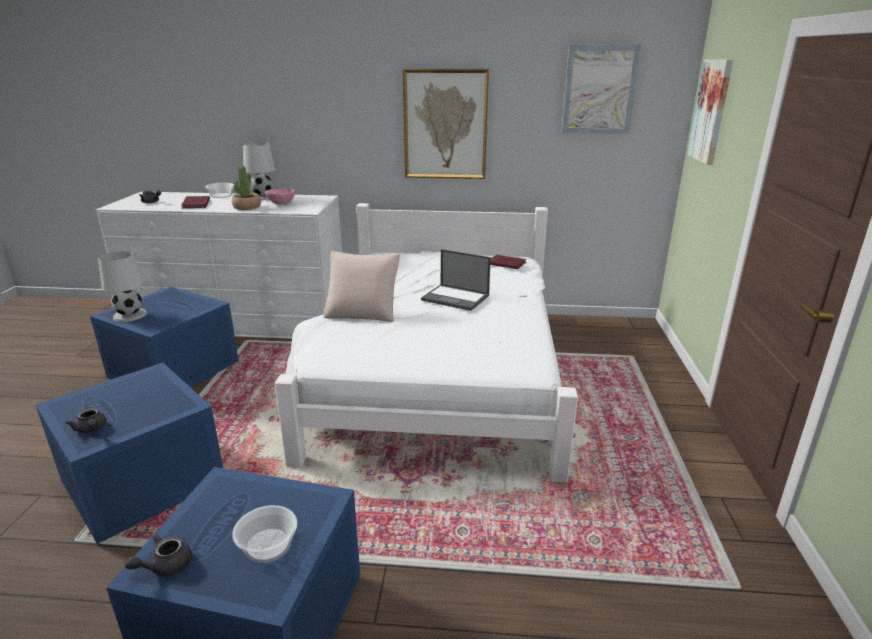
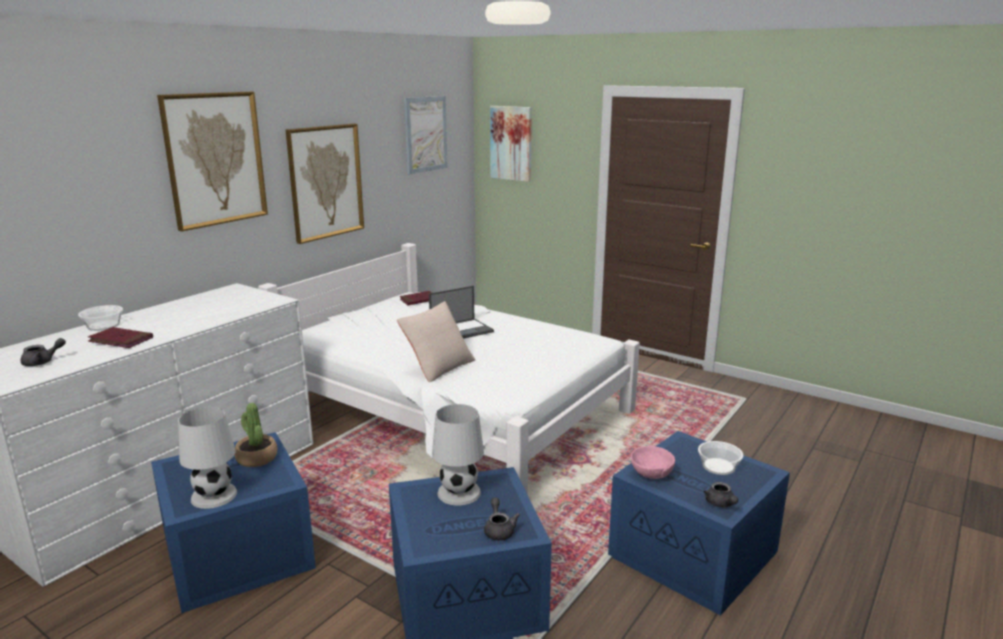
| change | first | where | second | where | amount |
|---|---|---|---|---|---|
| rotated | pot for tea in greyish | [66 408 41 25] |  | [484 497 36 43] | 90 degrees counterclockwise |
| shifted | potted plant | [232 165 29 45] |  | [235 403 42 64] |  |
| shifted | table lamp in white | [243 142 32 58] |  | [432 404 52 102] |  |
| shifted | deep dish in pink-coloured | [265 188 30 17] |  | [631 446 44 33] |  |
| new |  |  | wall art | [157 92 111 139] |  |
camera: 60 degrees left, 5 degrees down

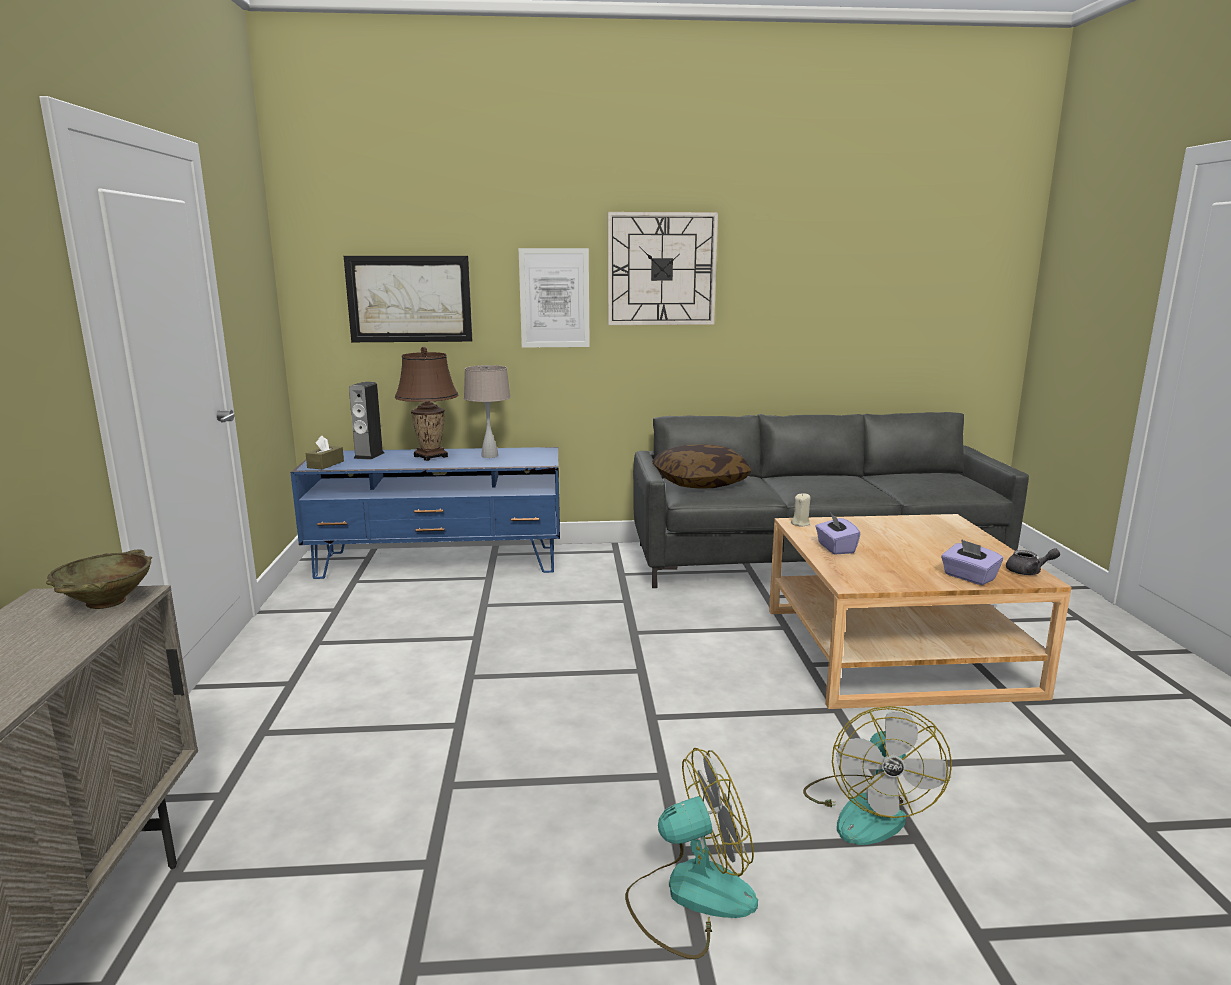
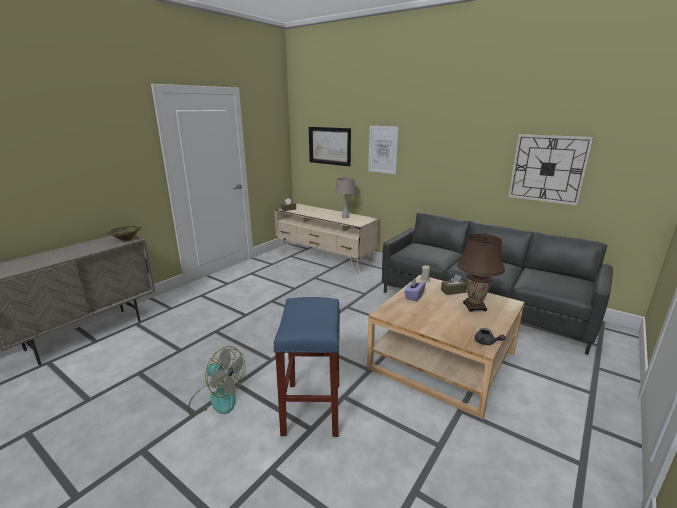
| change | first | where | second | where | amount |
|---|---|---|---|---|---|
| repainted | tv stand in blue | [290 447 270 132] | tv stand in beige-coloured | [274 203 105 70] |  |
| gone | loudspeaker | [349 382 35 78] |  |  |  |
| shifted | table lamp in brown | [395 347 64 114] |  | [457 233 48 79] |  |
| shifted | wall clock | [608 212 110 113] |  | [508 134 85 71] |  |
| gone | throw pillow | [652 444 100 45] |  |  |  |
| swapped | electric fan | [803 706 149 139] | stool seat in blue | [273 297 67 140] |  |
| gone | box of tissues in purplish | [941 539 62 46] |  |  |  |
| new |  |  | box of tissues in brown | [441 275 26 20] |  |
camera: 40 degrees right, 5 degrees up

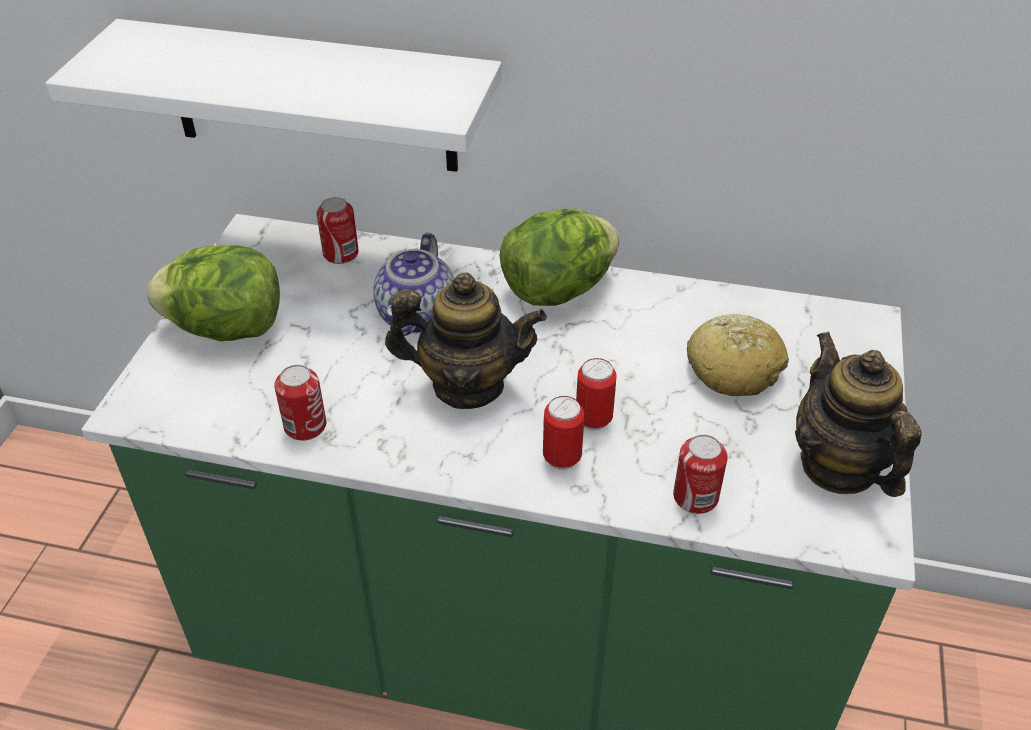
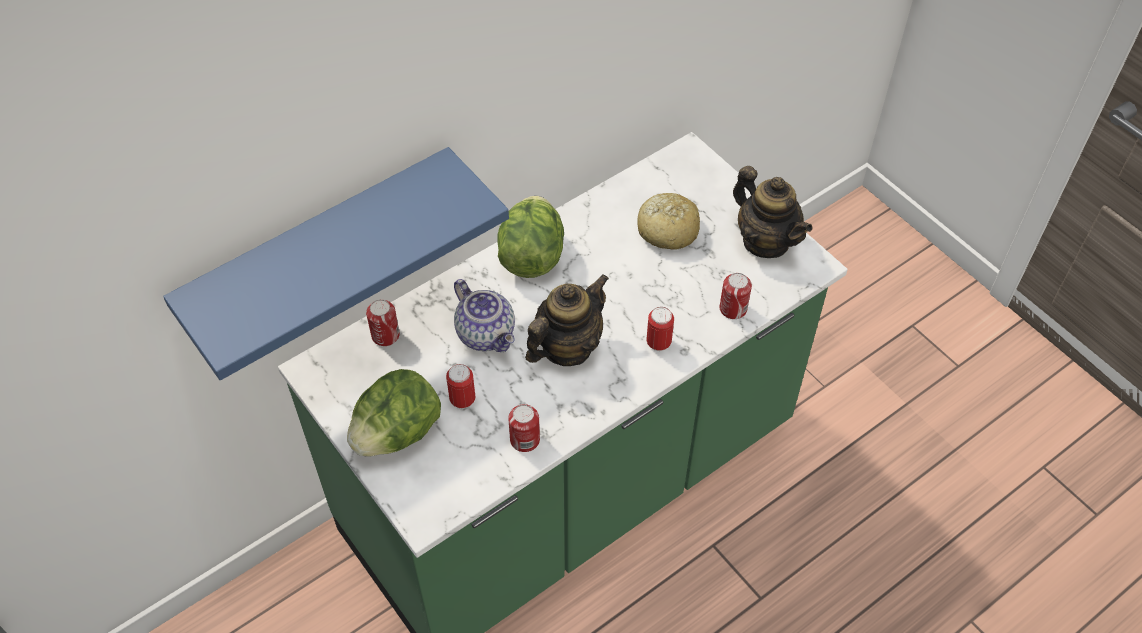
| change | first | where | second | where | amount |
|---|---|---|---|---|---|
| repainted | shelf in white | [45 19 457 153] | shelf in blue | [163 147 346 233] |  |
| shifted | sealed can | [576 358 41 73] |  | [446 364 29 45] |  |
| rotated | pot for tea | [795 332 126 165] |  | [733 166 80 92] | 150 degrees counterclockwise |
camera: 50 degrees left, 10 degrees up

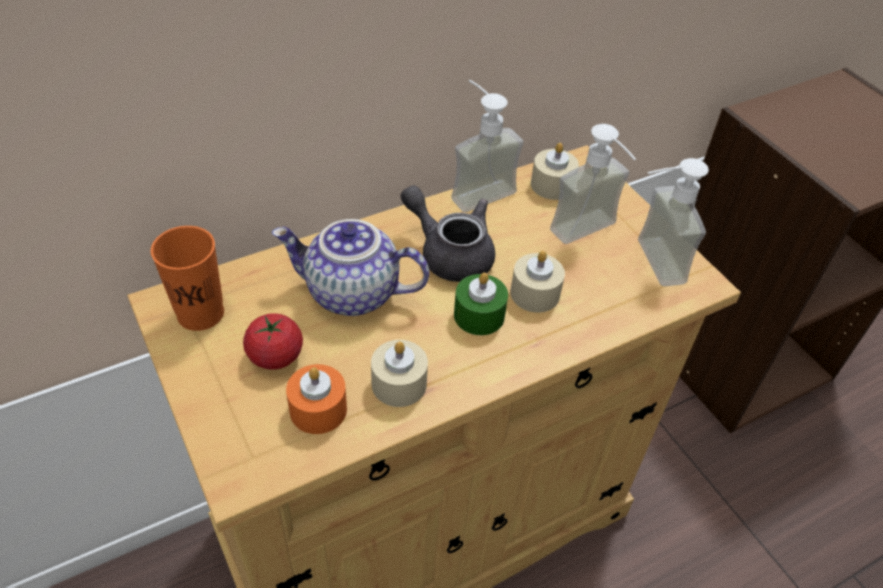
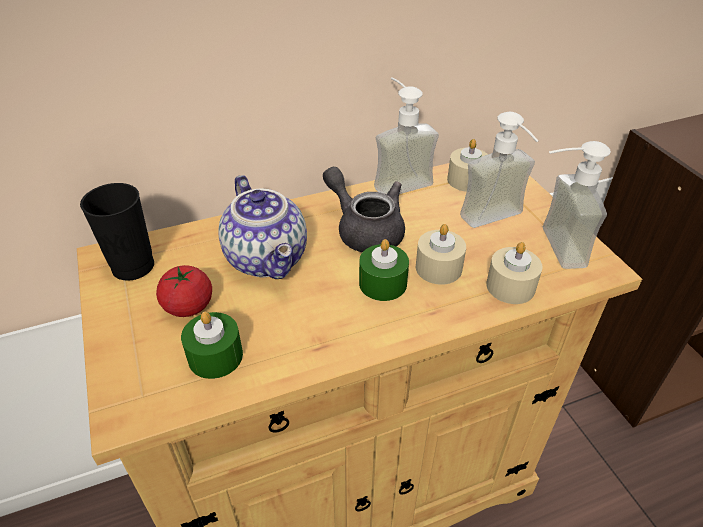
| change | first | where | second | where | amount |
|---|---|---|---|---|---|
| repainted | drinking cup in orangey | [151 226 73 105] | drinking cup in black-coloured | [80 183 74 98] |  |
| rotated | pot for tea | [272 219 157 97] |  | [219 175 88 104] | 135 degrees counterclockwise |
| repainted | candle in orangey | [286 364 61 70] | candle in green-coloured | [181 311 62 68] |  |
| shifted | candle in beige-coloured | [371 340 57 67] |  | [486 242 57 62] |  |
camera: 10 degrees right, 5 degrees down

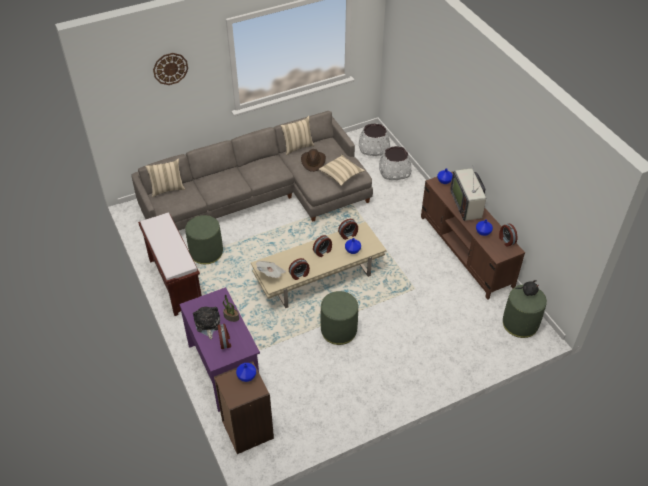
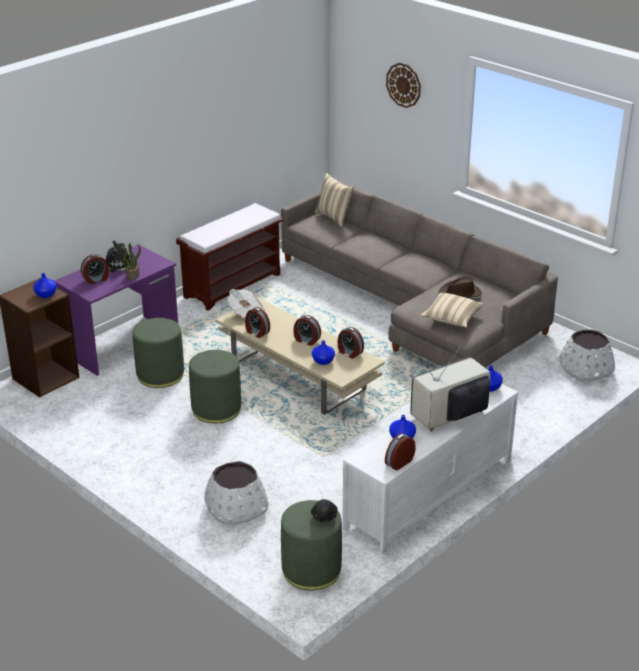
| change | first | where | second | where | amount |
|---|---|---|---|---|---|
| shifted | pouffe in green-coloured | [185 215 38 49] |  | [133 318 51 70] |  |
| gone | throw pillow in beige-coloured | [280 116 35 39] |  |  |  |
| shifted | plant pot in white | [379 146 32 34] |  | [204 461 64 64] |  |
| repainted | tv stand in brown | [421 172 104 128] | tv stand in white | [342 384 176 171] |  |
camera: 70 degrees right, 15 degrees down

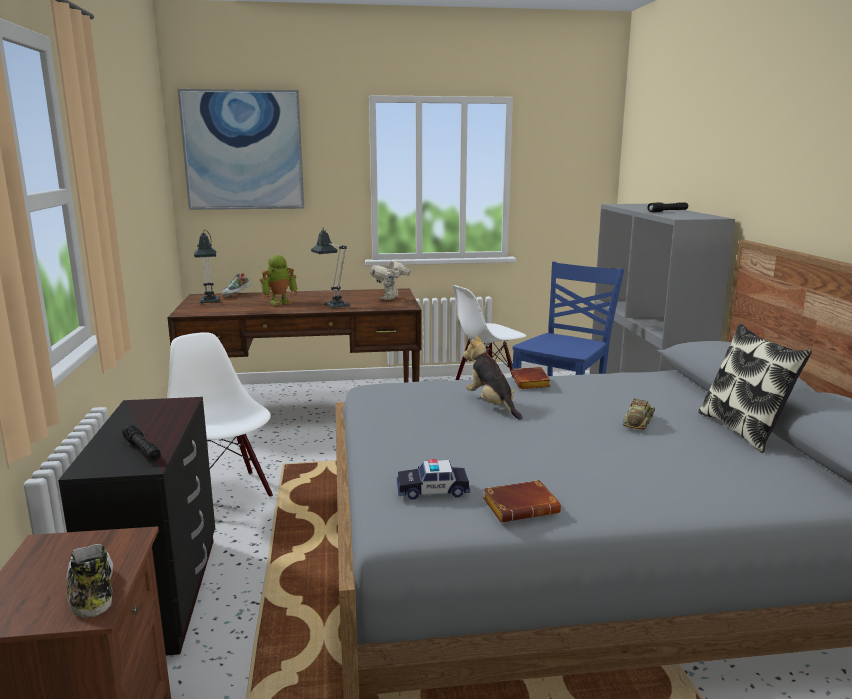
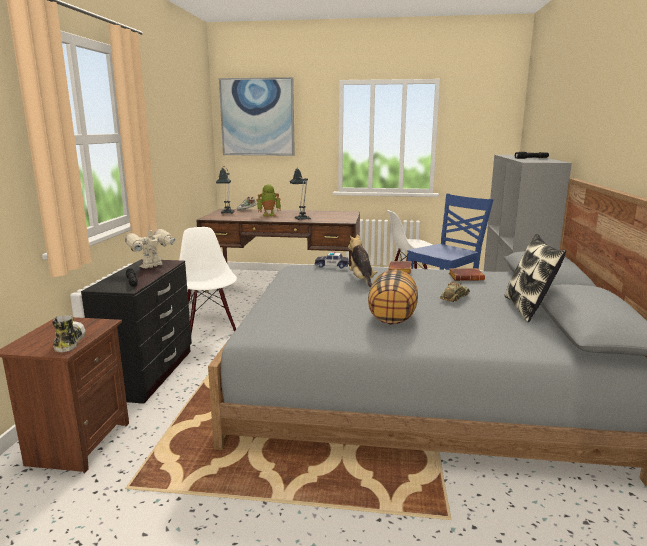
| change | first | where | second | where | amount |
|---|---|---|---|---|---|
| shifted | toy robot | [370 259 41 41] |  | [125 226 50 42] |  |
| shifted | model car | [397 459 73 41] |  | [314 252 35 16] |  |
| shifted | volume in brown | [483 480 78 43] |  | [449 268 36 13] |  |
| new |  |  | throw pillow | [368 269 50 55] |  |
camera: 15 degrees right, 0 degrees up

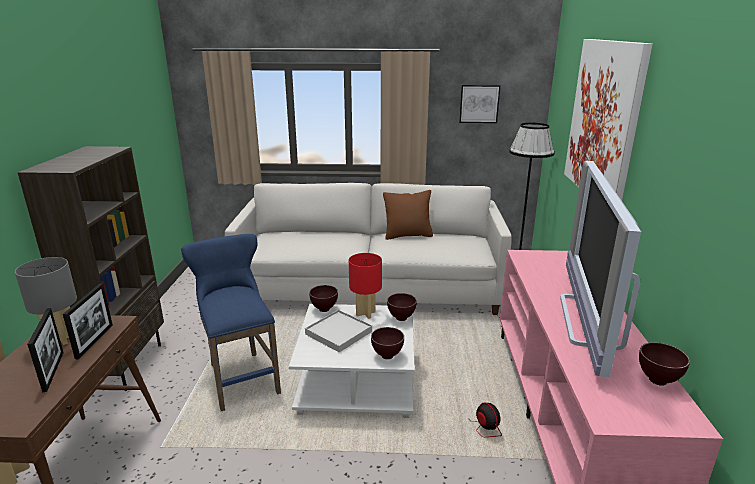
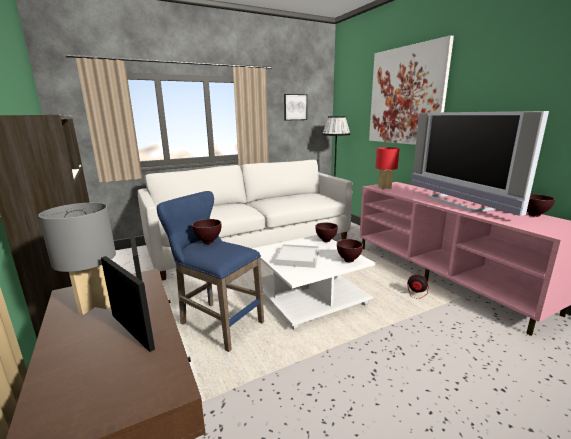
| change | first | where | second | where | amount |
|---|---|---|---|---|---|
| shifted | deep dish in brown | [309 285 29 27] |  | [192 219 29 25] |  |
| shifted | table lamp in red-coloured | [349 253 33 66] |  | [375 147 25 42] |  |
| gone | throw pillow in brown | [383 190 50 50] |  |  |  |
camera: 30 degrees left, 5 degrees down

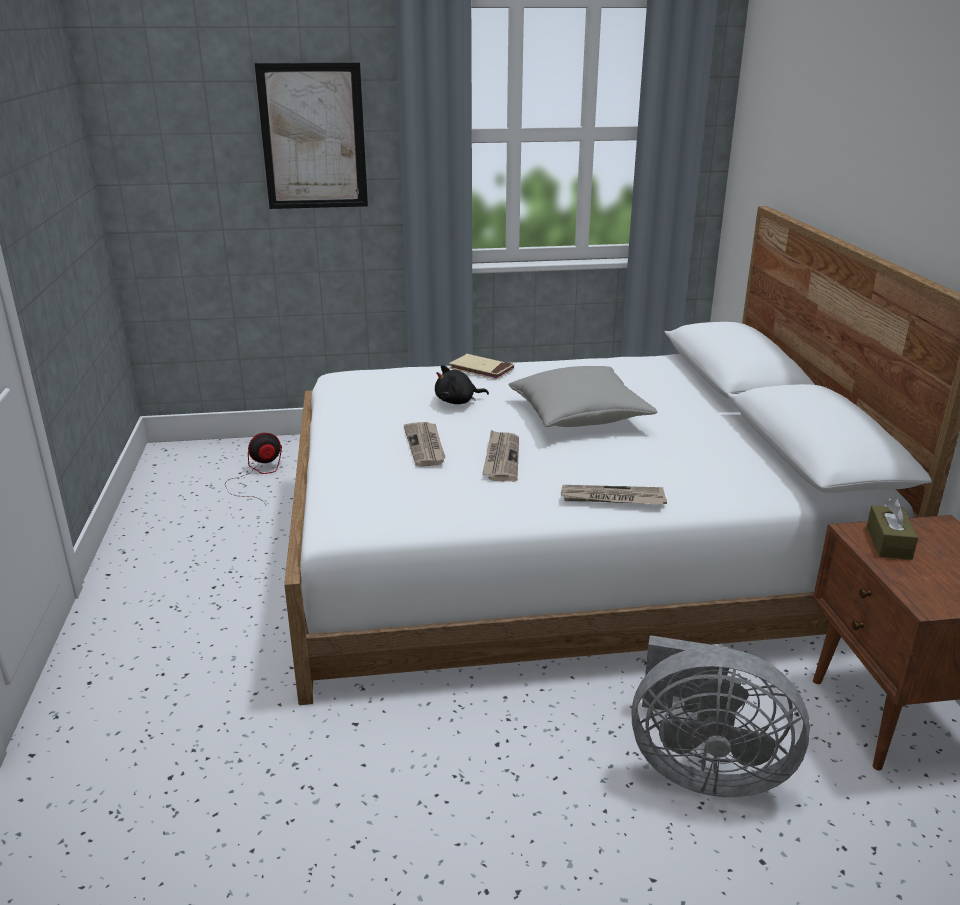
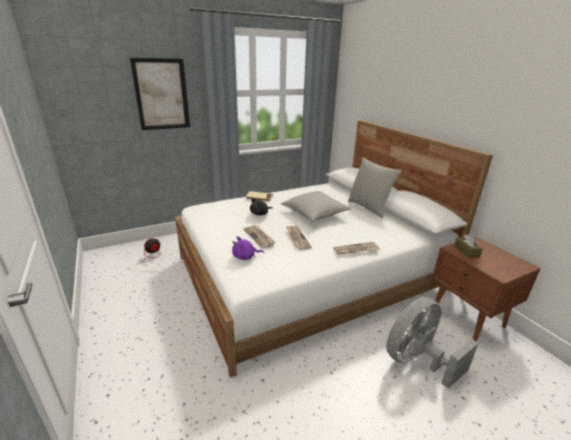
| change | first | where | second | where | amount |
|---|---|---|---|---|---|
| rotated | electric fan in greyish | [632 635 178 162] |  | [386 297 93 91] | 150 degrees clockwise |
| new |  |  | plush toy in purplish | [232 236 32 24] |  |
| new |  |  | throw pillow in greyish | [348 157 54 61] |  |
camera: 20 degrees left, 0 degrees up

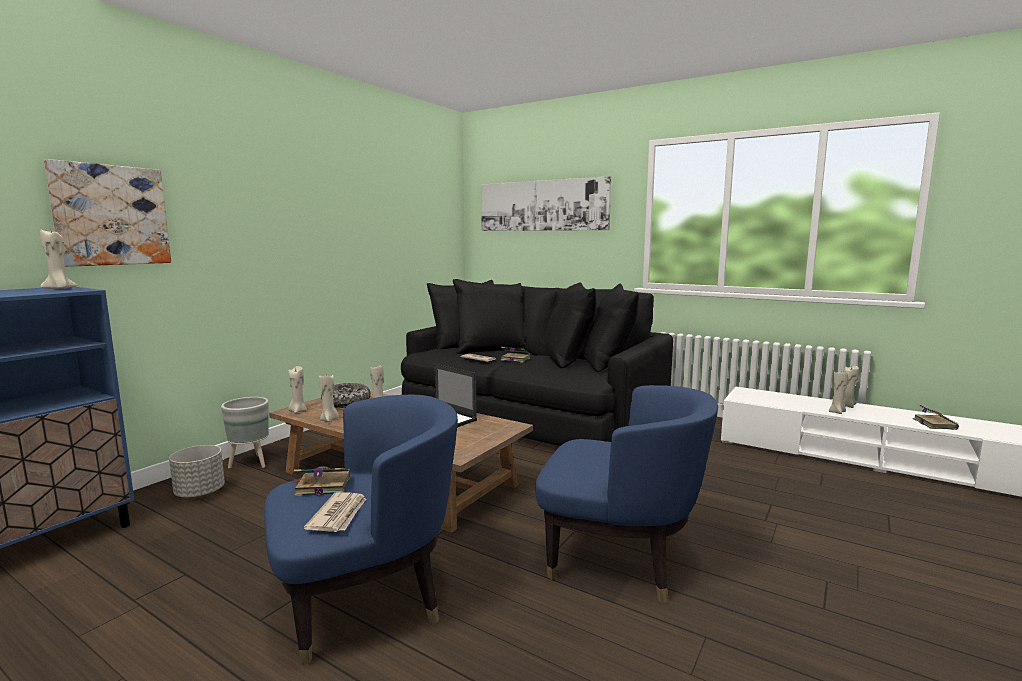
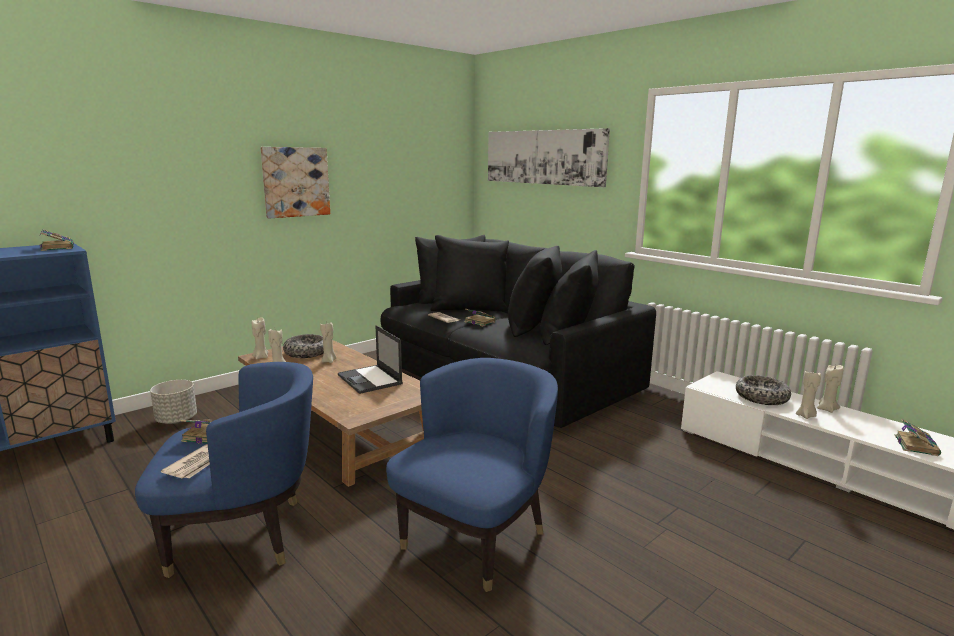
| change | first | where | second | where | amount |
|---|---|---|---|---|---|
| swapped | candle in beige-coloured | [40 229 37 60] | volume | [40 229 34 22] |  |
| shifted | wall art | [44 159 127 108] |  | [260 147 70 72] |  |
| gone | plant pot in greyish | [221 397 48 71] |  |  |  |
| rotated | armchair in blue | [535 385 183 218] |  | [386 358 172 234] | 90 degrees counterclockwise |
| new |  |  | deep dish | [736 375 55 30] |  |
camera: 15 degrees right, 5 degrees up

